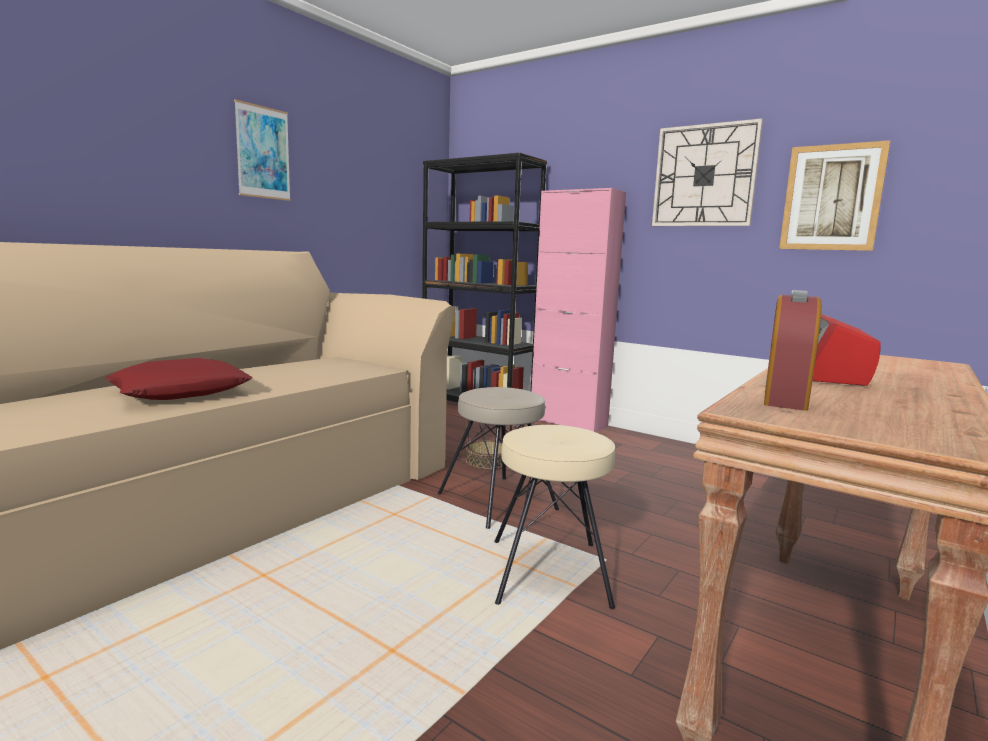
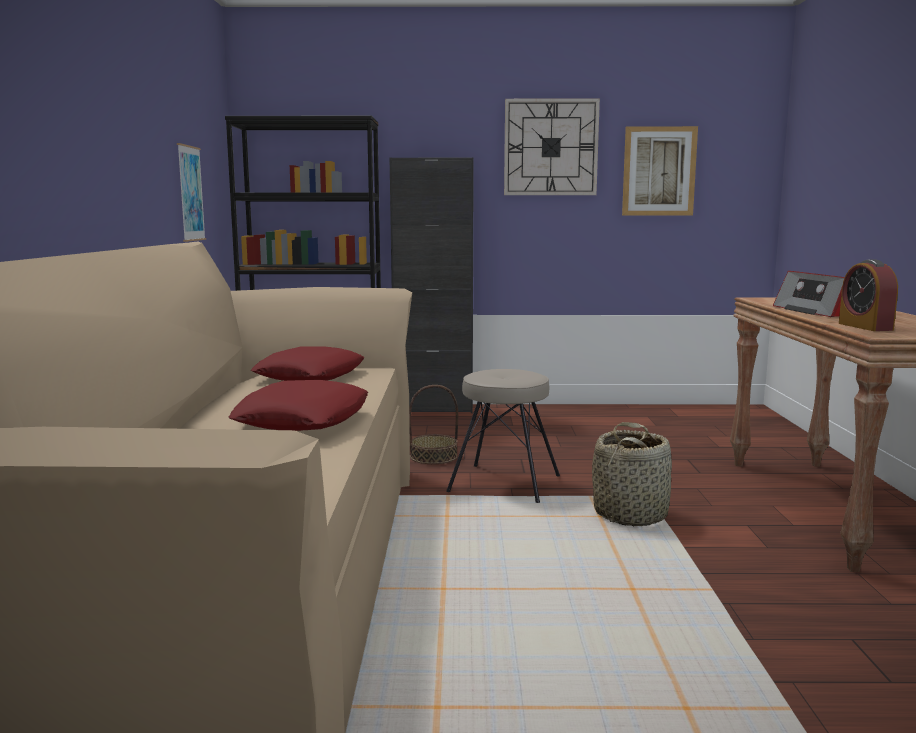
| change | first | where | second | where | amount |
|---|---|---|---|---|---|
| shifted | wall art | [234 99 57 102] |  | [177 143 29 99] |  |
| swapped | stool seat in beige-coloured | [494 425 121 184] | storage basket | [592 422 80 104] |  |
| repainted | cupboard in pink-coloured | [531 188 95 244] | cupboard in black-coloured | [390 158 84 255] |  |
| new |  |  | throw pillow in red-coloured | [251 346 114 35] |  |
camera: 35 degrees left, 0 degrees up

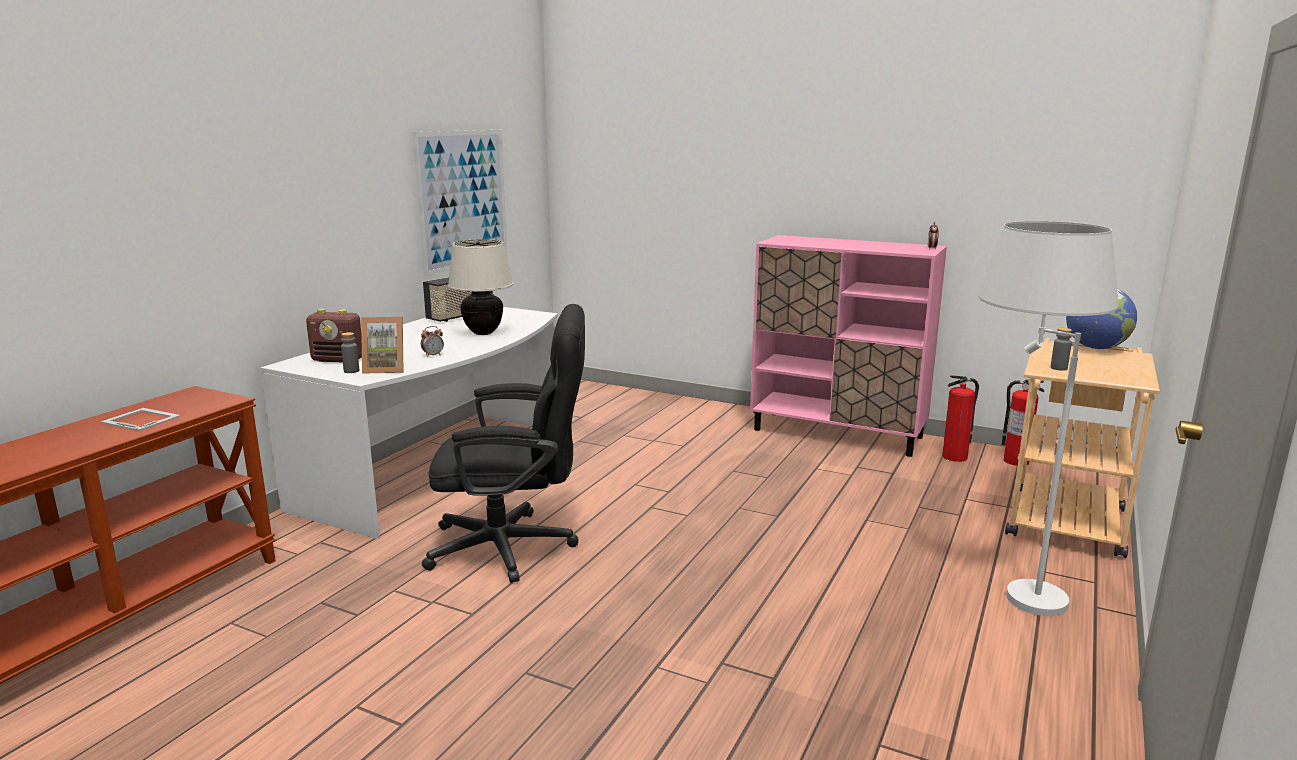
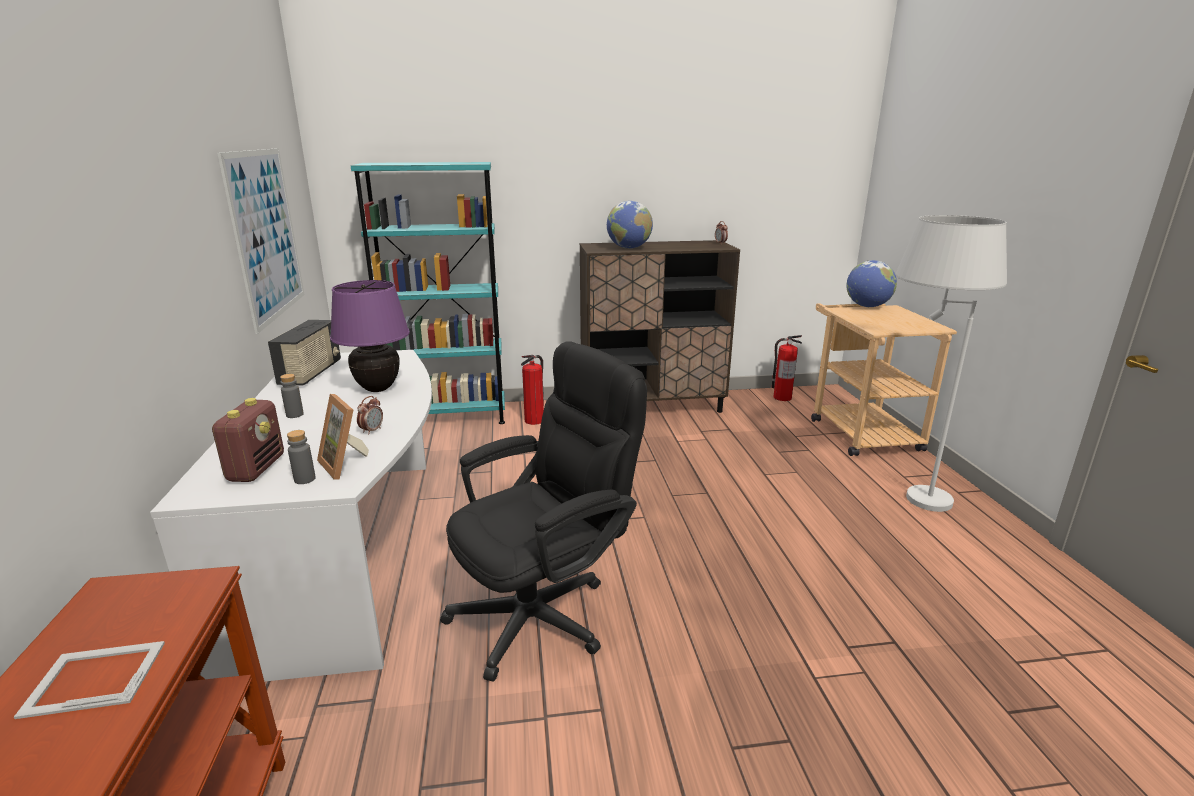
| change | first | where | second | where | amount |
|---|---|---|---|---|---|
| rotated | radio | [306 309 56 54] |  | [212 398 72 84] | 60 degrees counterclockwise |
| rotated | picture frame | [361 317 43 57] |  | [317 394 52 85] | 90 degrees clockwise |
| repainted | table lamp in beige-coloured | [448 239 65 96] | table lamp in purplish | [330 280 80 112] |  |
| repainted | cupboard in pink-coloured | [750 235 197 222] | cupboard in brown | [580 240 160 173] |  |
| shifted | extinguisher | [942 375 37 87] |  | [521 355 23 70] |  |
| shifted | drink bottle in greyish | [1051 328 21 43] |  | [280 374 24 44] |  |
| new |  |  | shelving unit in turquoise | [351 162 154 262] |  |
| new |  |  | world globe | [607 201 46 48] |  |
camera: 35 degrees left, 5 degrees up

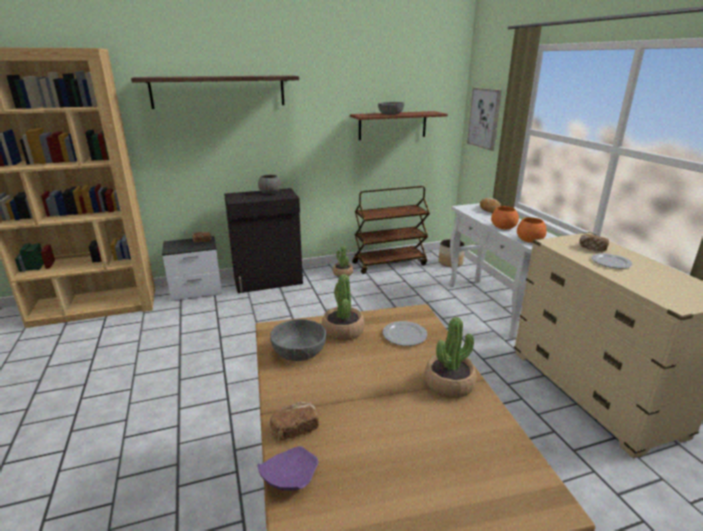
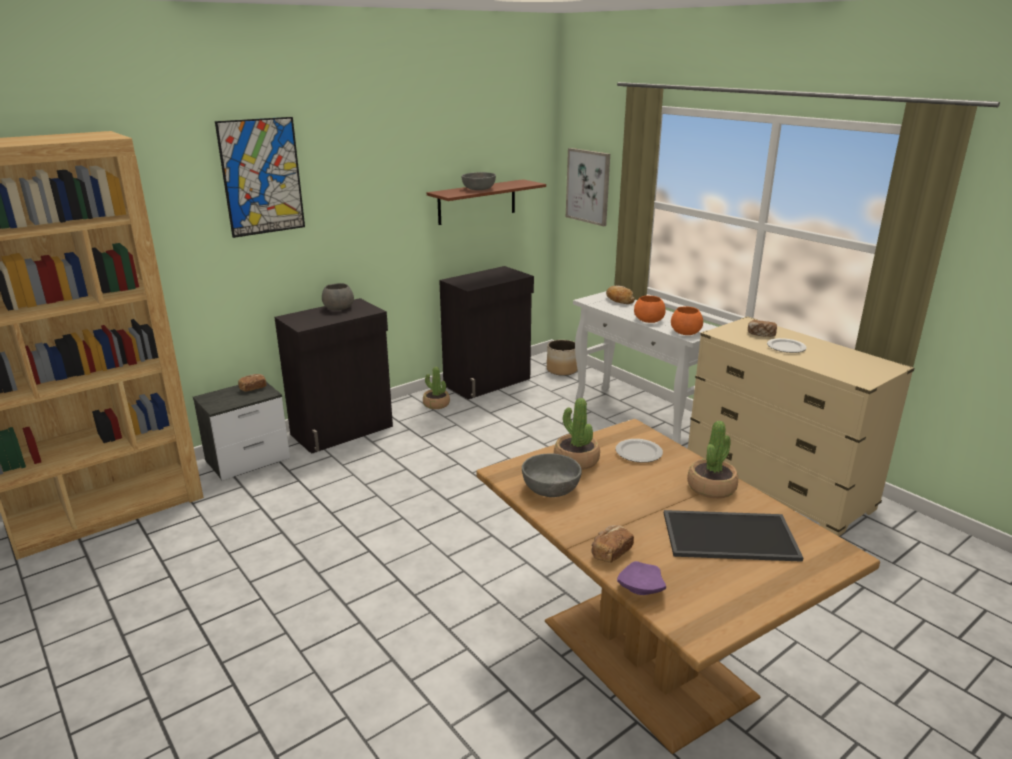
| change | first | where | second | where | amount |
|---|---|---|---|---|---|
| swapped | shelf | [131 75 168 34] | wall art | [215 117 90 121] |  |
| swapped | trolley in brown | [352 186 78 88] | cupboard in black-coloured | [439 266 95 134] |  |
| new |  |  | tray | [664 510 139 52] |  |
camera: 20 degrees left, 0 degrees up

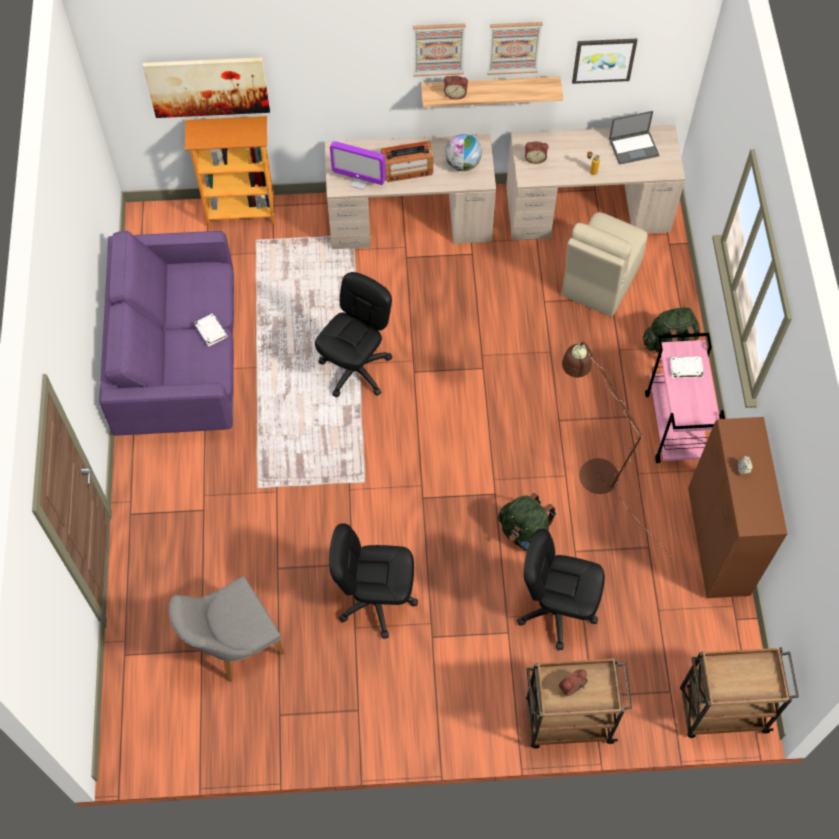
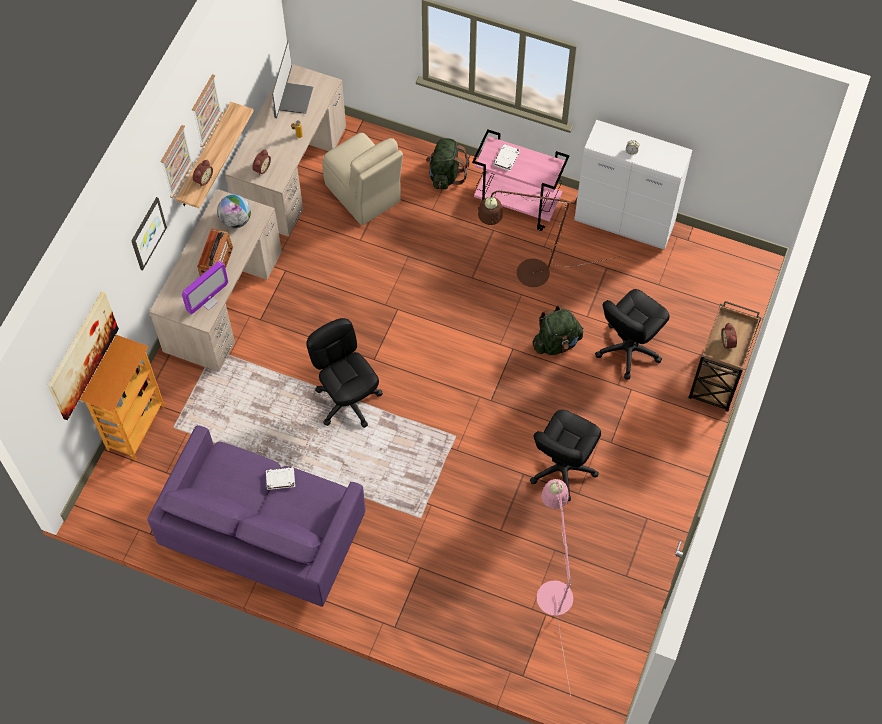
| change | first | where | second | where | amount |
|---|---|---|---|---|---|
| swapped | upright chair in greyish | [169 576 116 106] | standing lamp in pink-coloured | [537 479 36 217] |  |
| shifted | wall art | [572 38 65 46] |  | [131 197 36 74] |  |
| swapped | notebook computer | [609 111 50 54] | computer display | [272 41 41 77] |  |
| gone | trolley in brown | [680 647 119 91] |  |  |  |
| repainted | cupboard in brown | [688 417 99 181] | cupboard in white | [574 120 118 130] |  |
camera: 65 degrees left, 0 degrees up

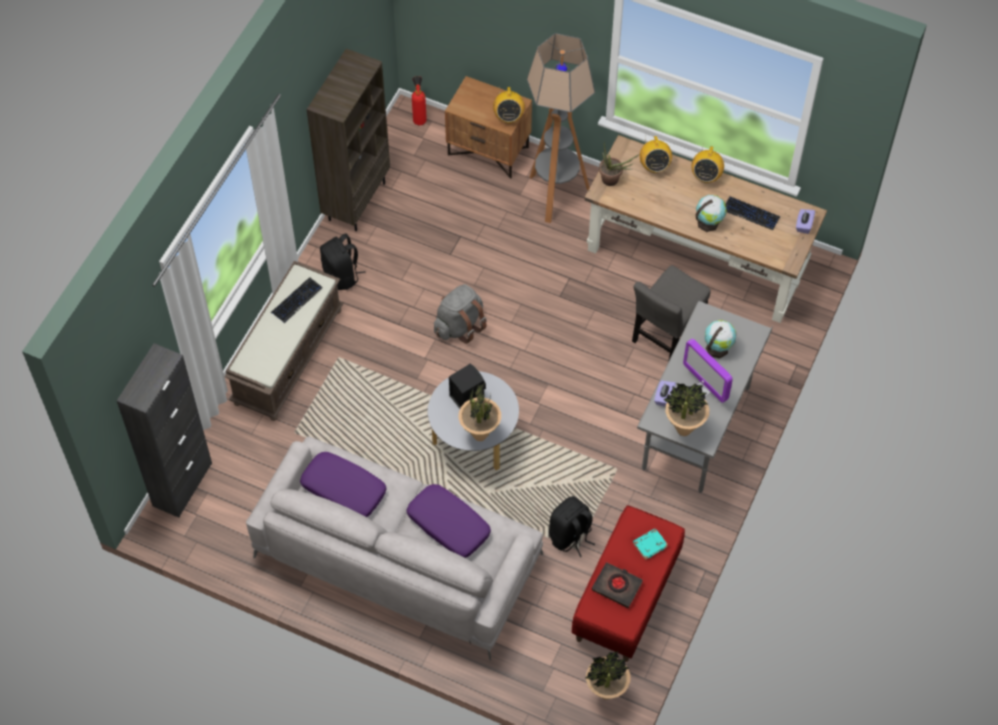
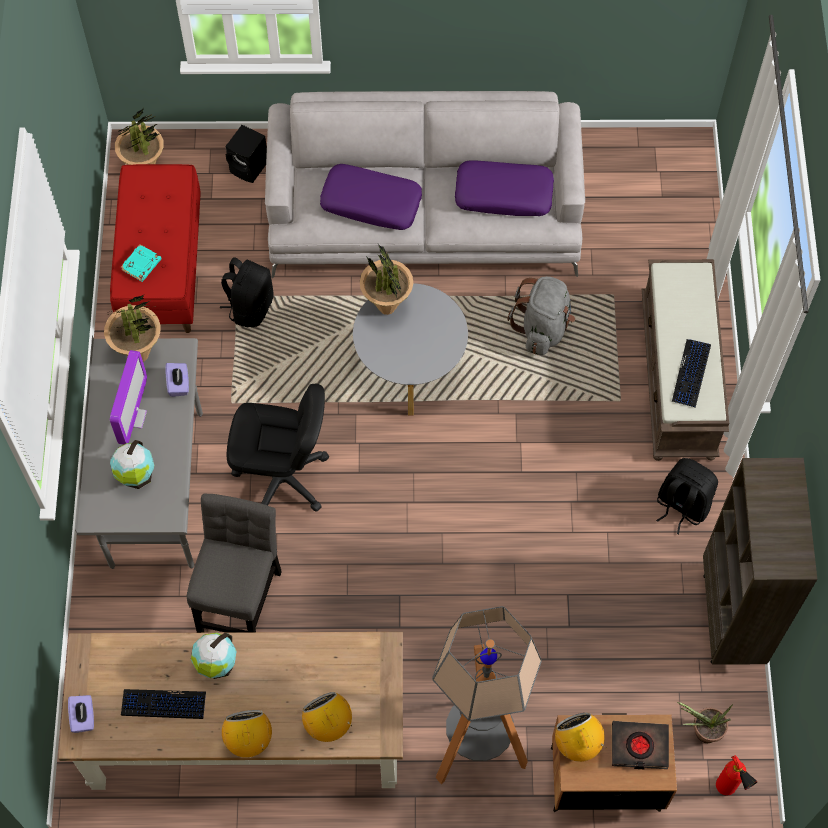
| change | first | where | second | where | amount |
|---|---|---|---|---|---|
| gone | cupboard in black-coloured | [117 343 95 175] |  |  |  |
| shifted | backpack in greyish | [434 284 53 60] |  | [508 276 67 79] |  |
| shifted | loudspeaker in black-coloured | [449 363 37 45] |  | [226 125 41 58] |  |
| shifted | volume in black-coloured | [592 562 51 46] |  | [612 721 57 48] |  |
| shifted | potted plant | [599 142 40 44] |  | [677 702 56 41] |  |
| rotated | computer display | [683 339 50 64] |  | [110 350 37 95] | 75 degrees clockwise |
| new |  |  | computer chair in black-coloured | [227 384 102 128] |  |
camera: 155 degrees right, 5 degrees up

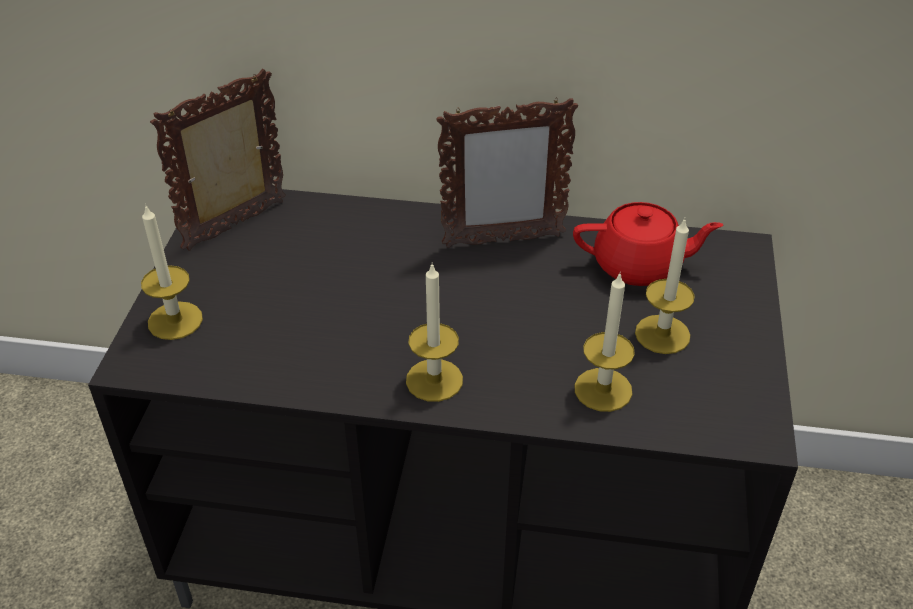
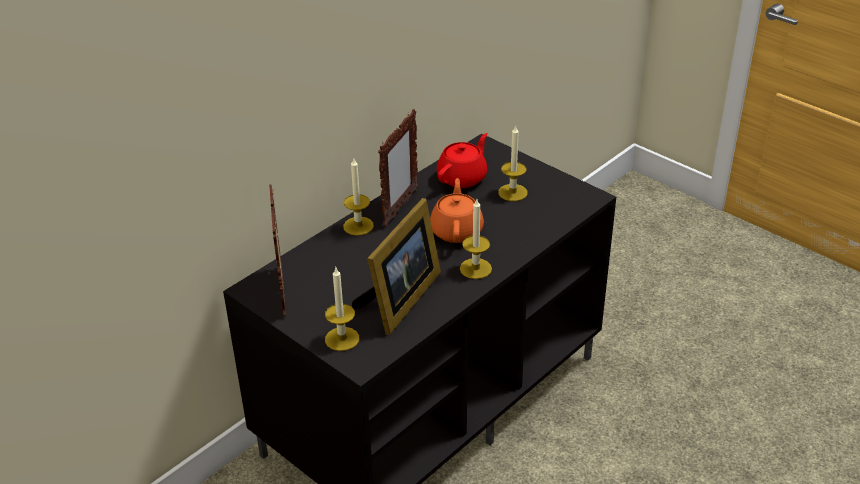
| change | first | where | second | where | amount |
|---|---|---|---|---|---|
| shifted | candle | [575 272 60 140] |  | [343 158 31 78] |  |
| new |  |  | picture frame | [352 198 89 137] |  |
| new |  |  | pot for tea in orangey | [430 178 54 65] |  |
camera: 55 degrees left, 5 degrees down

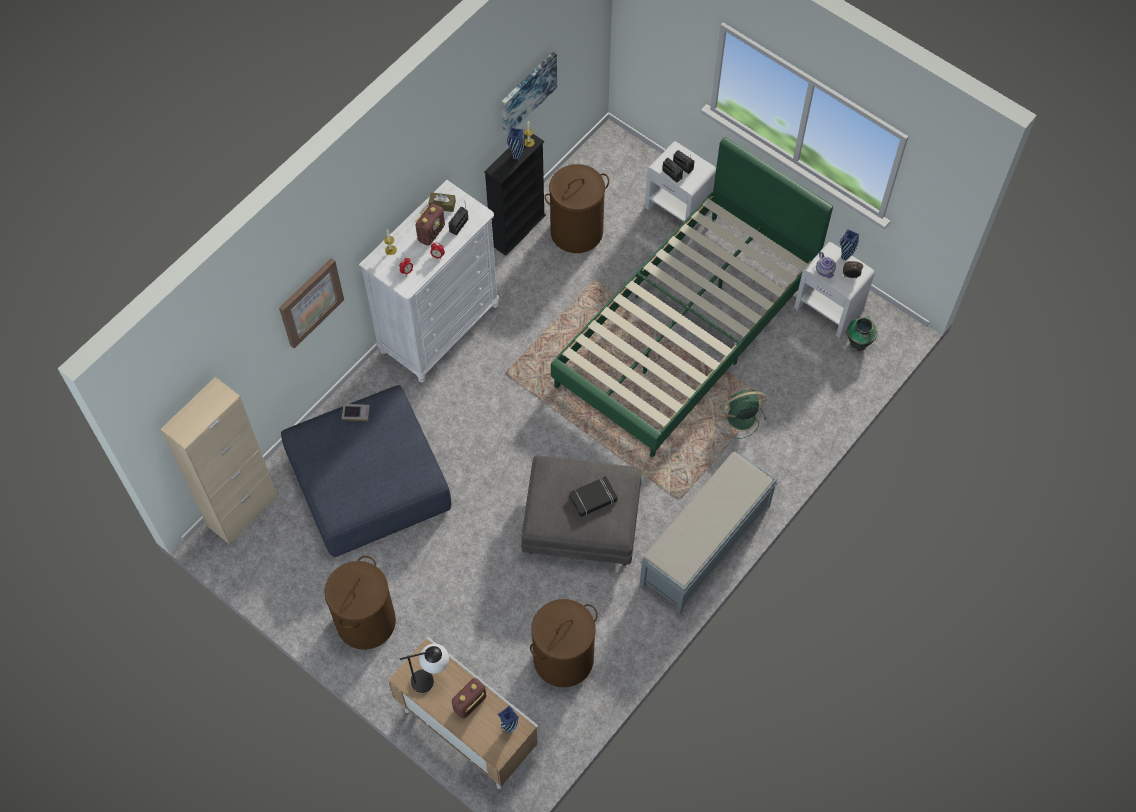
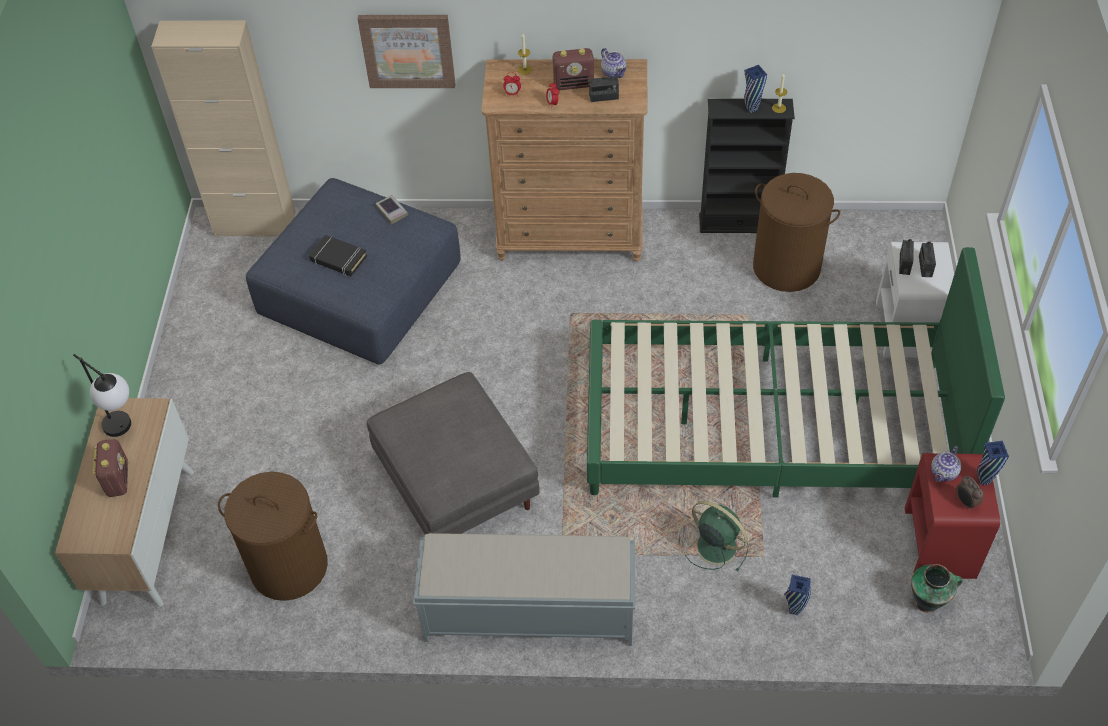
| change | first | where | second | where | amount |
|---|---|---|---|---|---|
| gone | hamper in brown | [325 556 71 94] |  |  |  |
| repainted | chest of drawers in white | [359 180 140 202] | chest of drawers in brown | [481 59 167 203] |  |
| swapped | box of tissues in brown | [429 192 27 20] | pot for tea | [601 48 26 30] |  |
| rotated | radio | [452 678 34 41] |  | [93 439 35 58] | 75 degrees clockwise |
| shifted | flower vase in blue | [497 706 21 27] |  | [784 575 27 40] |  |
| gone | wall art | [502 52 55 84] |  |  |  |
| shifted | volume in black-coloured | [569 476 48 41] |  | [309 235 58 41] |  |
| repainted | nightstand in white | [794 242 81 96] | nightstand in red-coloured | [905 453 95 126] |  |
camera: 55 degrees right, 10 degrees down

